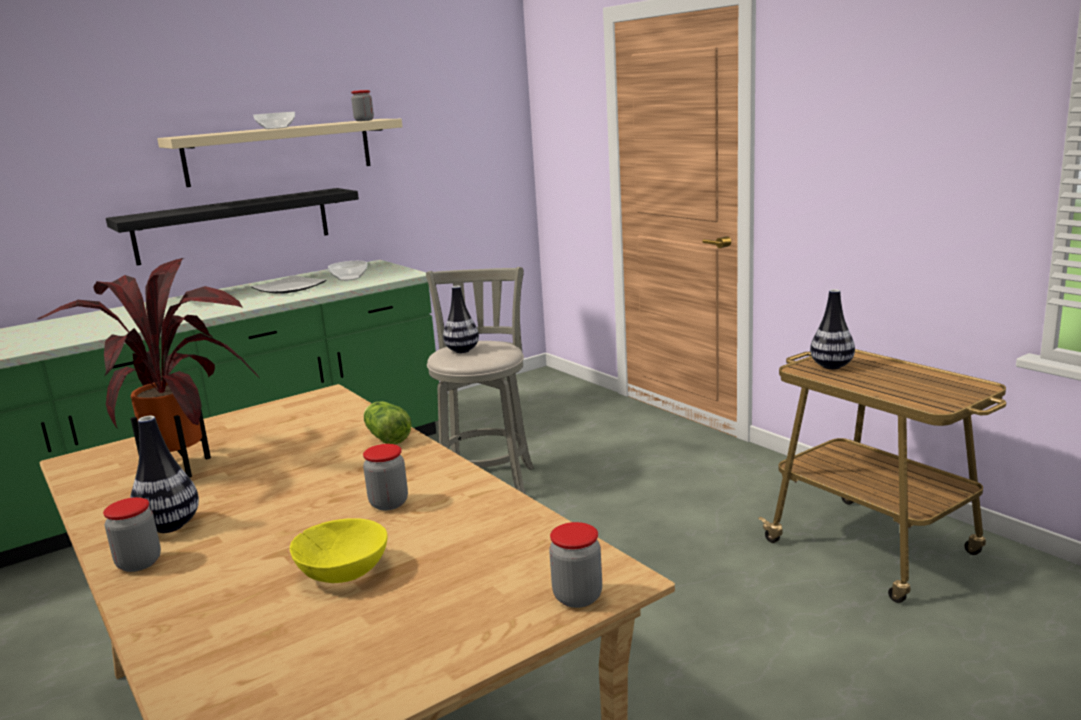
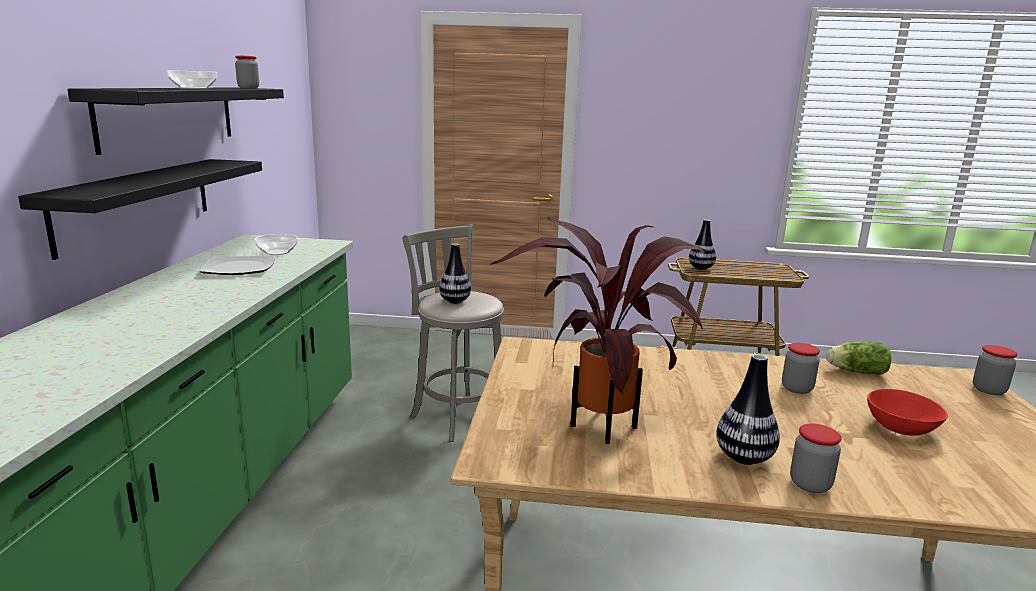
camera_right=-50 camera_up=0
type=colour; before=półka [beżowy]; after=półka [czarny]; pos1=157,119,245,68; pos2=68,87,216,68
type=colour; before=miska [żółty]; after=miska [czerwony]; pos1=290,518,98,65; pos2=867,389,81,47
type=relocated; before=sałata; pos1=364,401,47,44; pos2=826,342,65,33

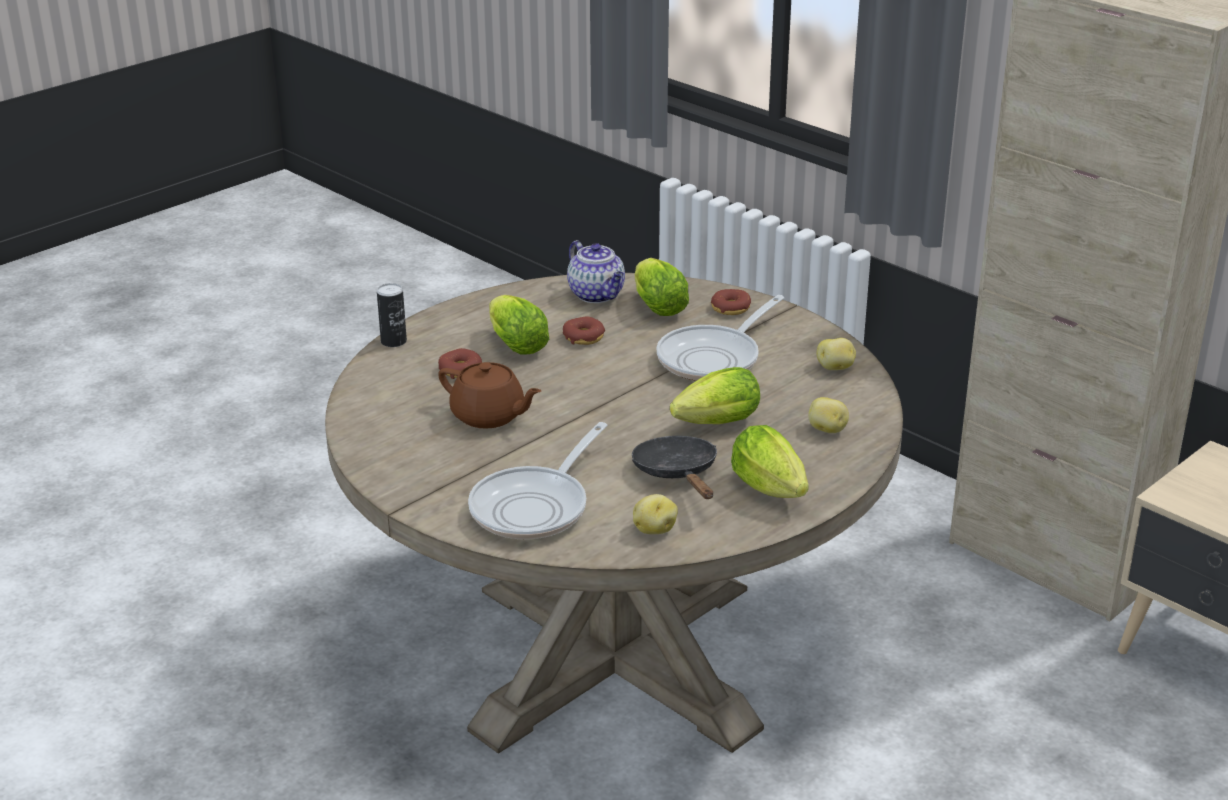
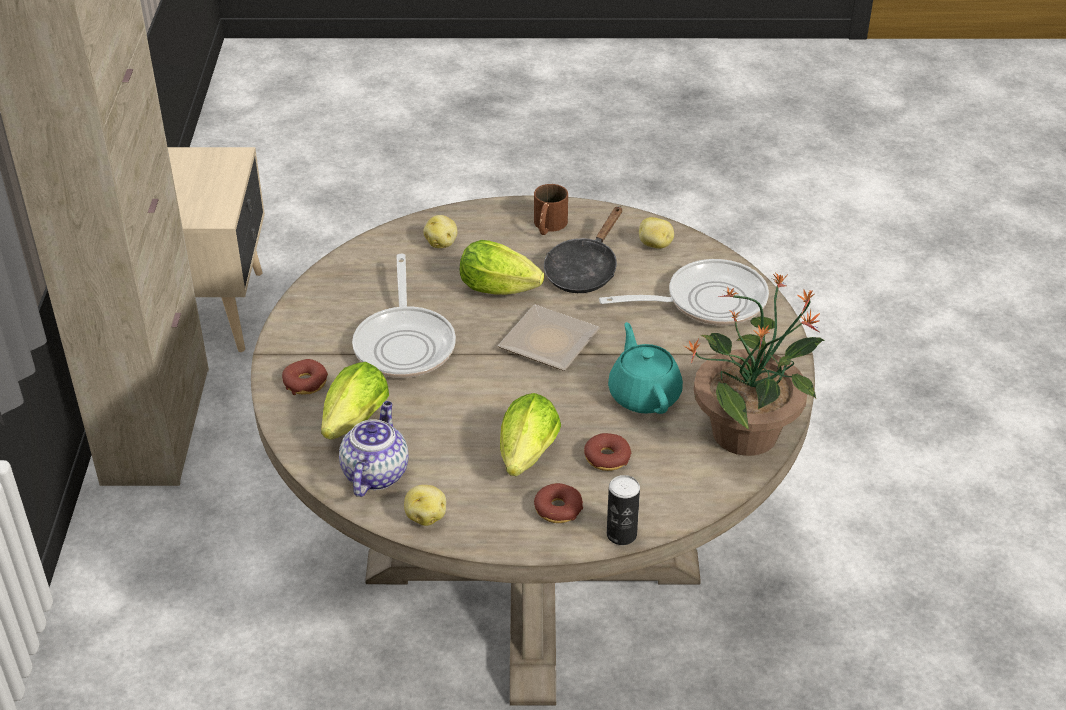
camera_right=-135 camera_up=10
type=colour; before=imbryk [brązowy]; after=imbryk [turkusowy]; pos1=438,362,104,67; pos2=608,322,75,92
type=relocated; before=donut; pos1=563,317,42,28; pos2=534,483,49,40
type=spun; before=patelnia; pos1=657,295,127,86; pos2=352,254,104,124; turn=90
type=exchanged; before=sałata; after=kubek [brązowy]; pos1=731,425,78,73; pos2=534,184,34,51
type=relocated; before=ziemniak; pos1=817,338,39,32; pos2=404,485,42,41
type=appeared; after=talerz; pos2=498,305,102,66
type=appeared; after=roślina doniczkowa; pos2=684,272,141,184

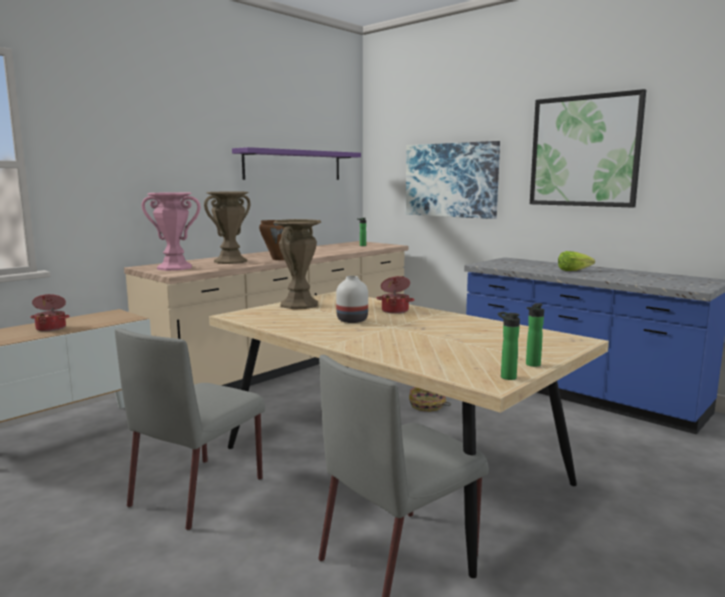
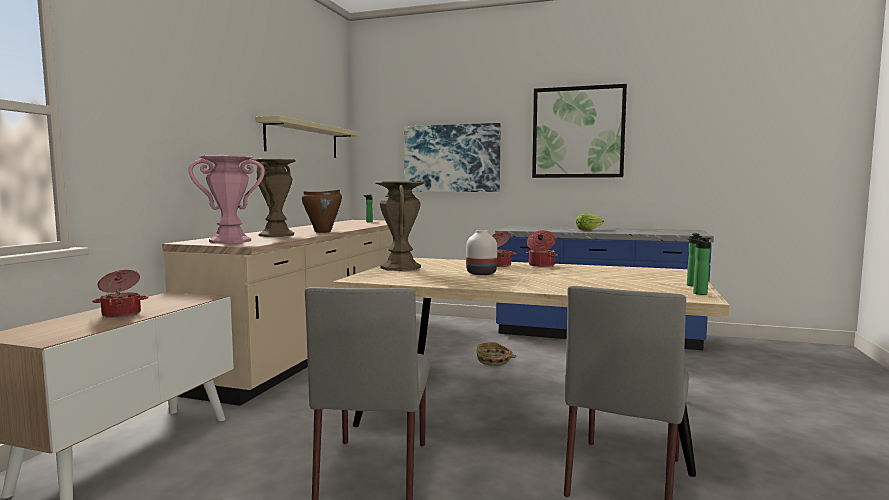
camera_right=-25 camera_up=-5
type=colour; before=półka [fioletowy]; after=półka [beżowy]; pos1=232,147,129,33; pos2=255,116,105,42
type=appeared; after=garnek; pos2=526,230,32,37

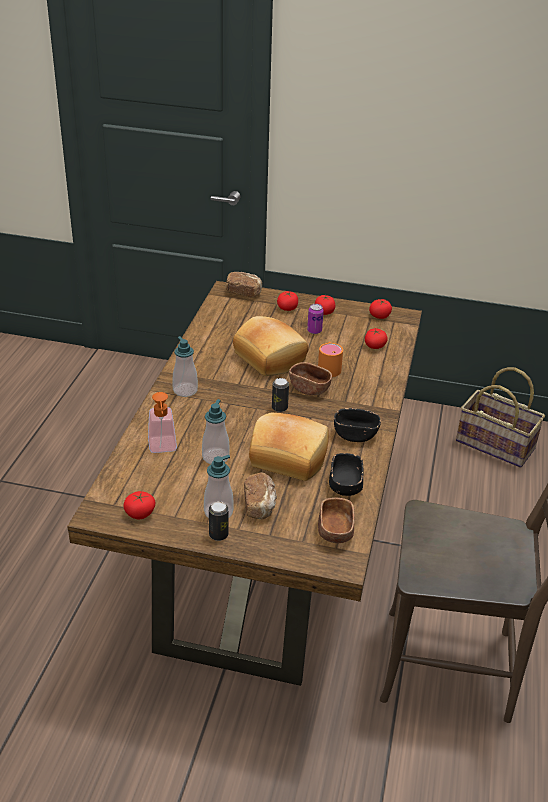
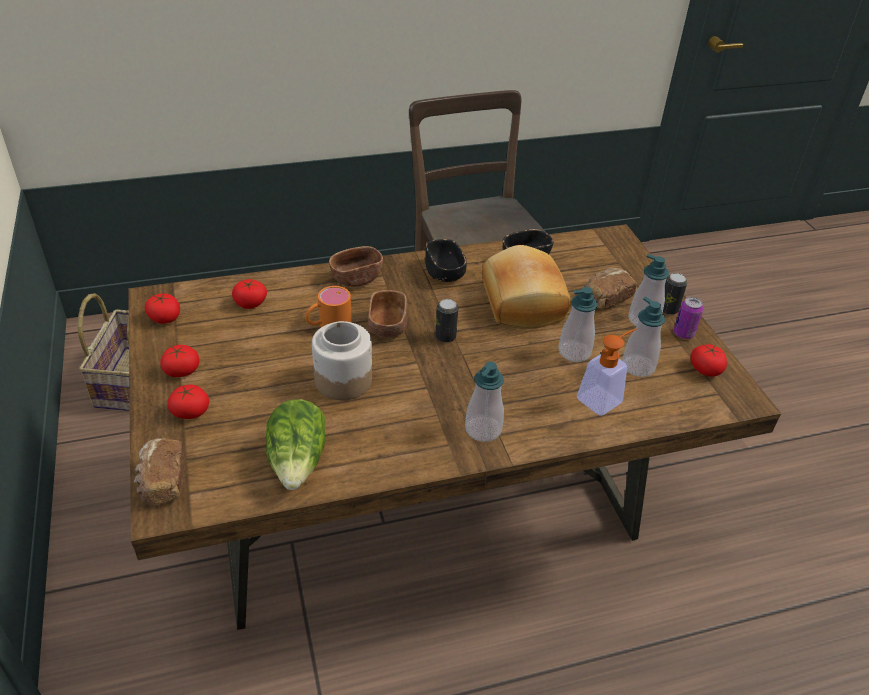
camera_right=-120 camera_up=5
type=exchanged; before=chleb; after=słoik; pos1=233,316,75,60; pos2=312,321,60,79
type=relocated; before=puszka; pos1=307,304,17,30; pos2=674,297,29,42
type=relocated; before=miska [brązowy]; pos1=318,498,37,45; pos2=329,246,54,41
type=appeared; after=sałata; pos2=266,399,60,91
type=appeared; after=dozownik mydła; pos2=622,297,43,80

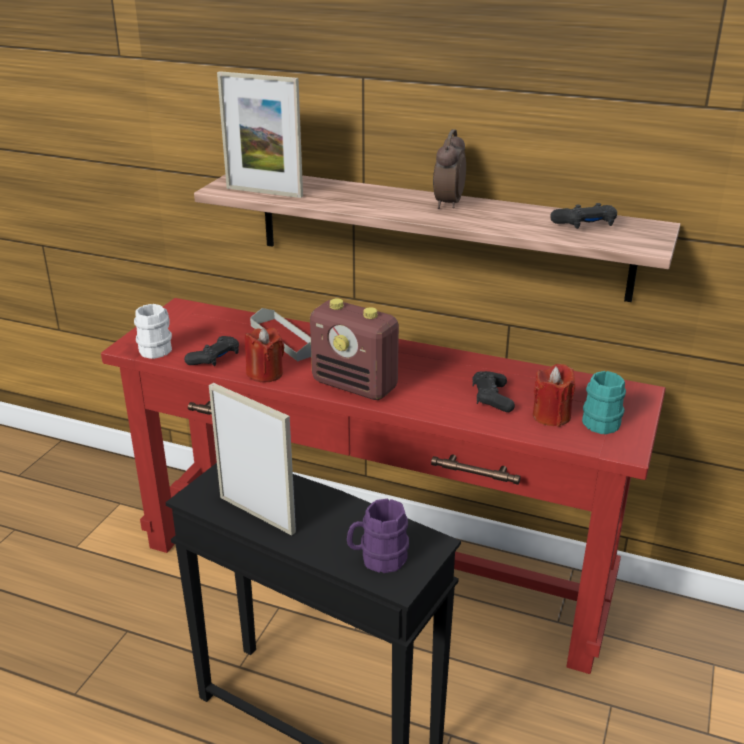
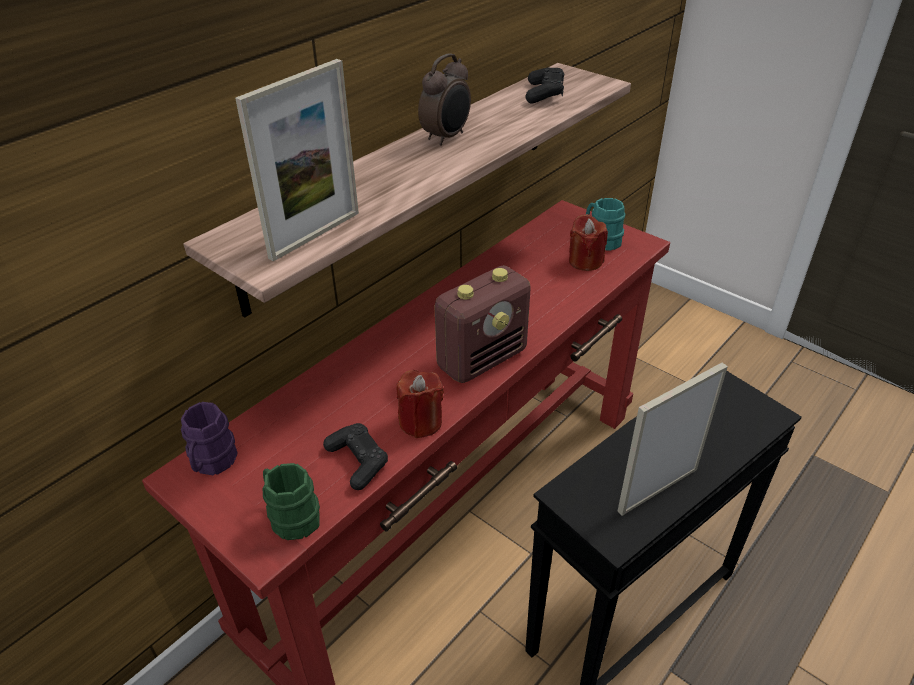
camera_right=-70 camera_up=10
type=colour; before=kubek [biały]; after=kubek [zielony]; pos1=134,304,38,55; pos2=263,463,57,77
type=missing; before=taca [szary]; pos1=250,308,61,53
type=relocated; before=kubek [fioletowy]; pos1=347,499,62,74; pos2=181,402,56,73
type=spun; before=budzik; pos1=433,129,33,80; pos2=418,53,53,93; turn=-90
type=missing; before=pad do gier [czarny]; pos1=472,371,43,41

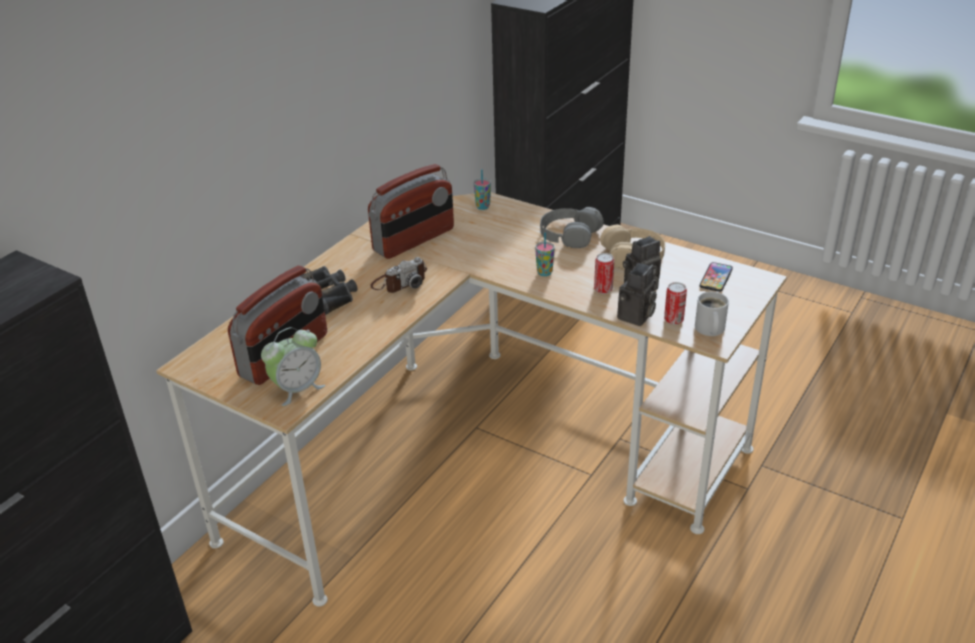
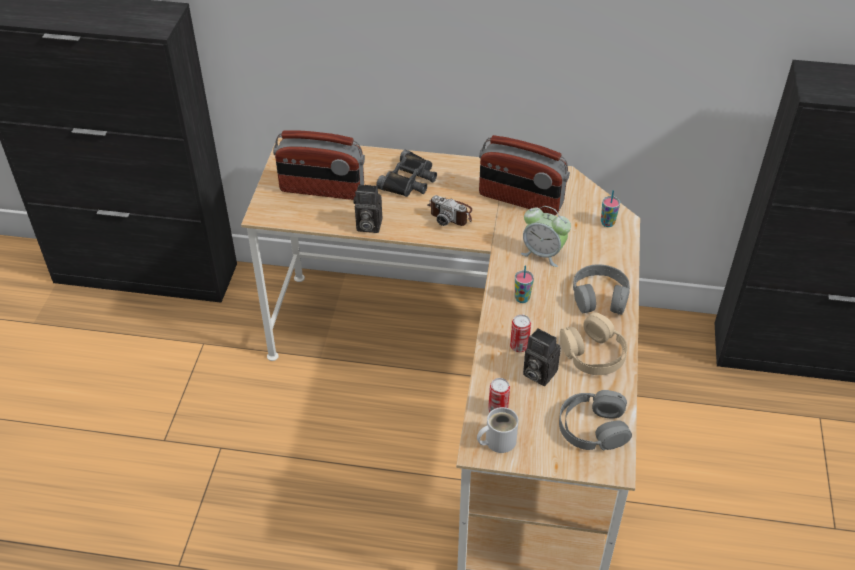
camera_right=65 camera_up=10
type=relocated; before=budzik; pos1=261,327,64,79; pos2=521,206,50,61
type=relocated; before=aparat fotograficzny; pos1=617,263,40,63; pos2=354,184,28,49
type=exchanged; before=telefon; after=słuchawki [szary]; pos1=700,262,33,30; pos2=559,390,73,61

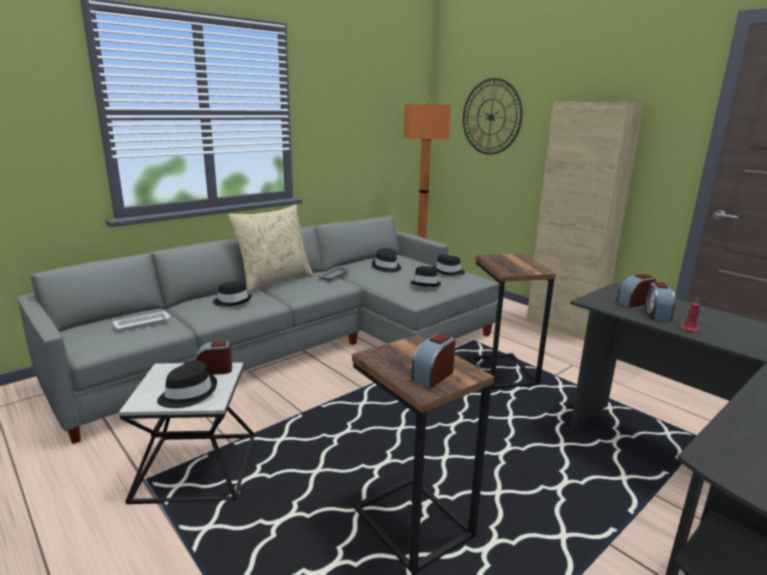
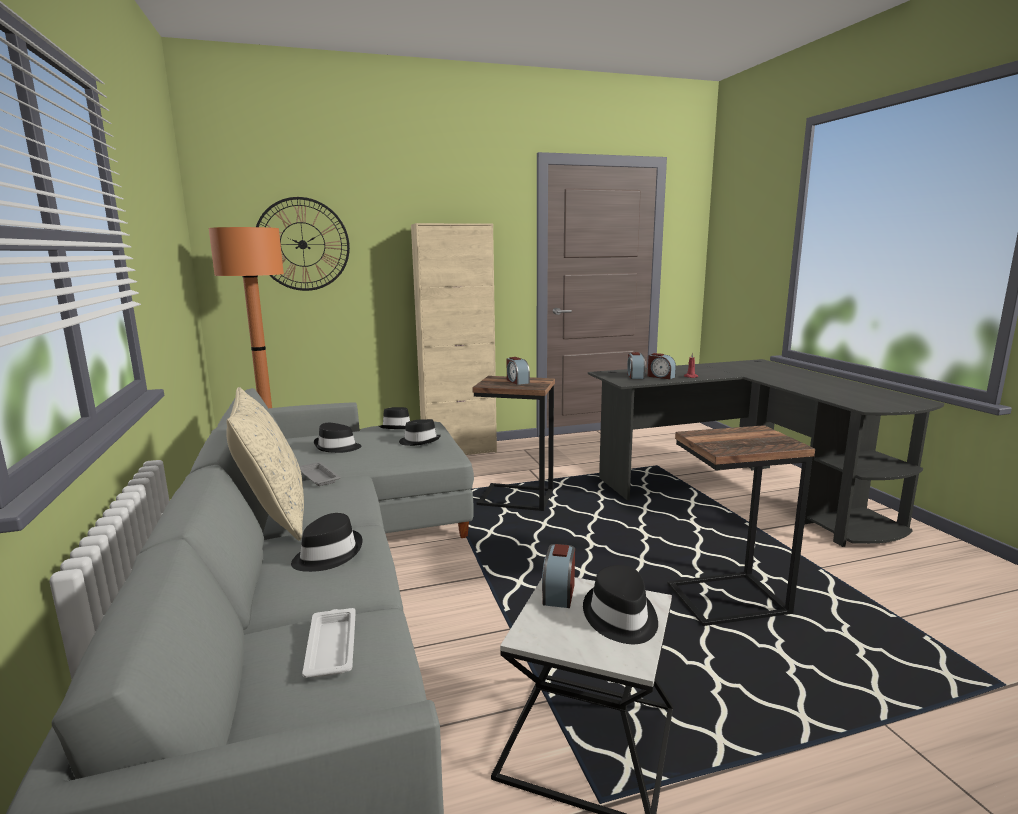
camera_right=-65 camera_up=-5
type=relocated; before=budzik; pos1=411,333,45,55; pos2=507,357,23,28

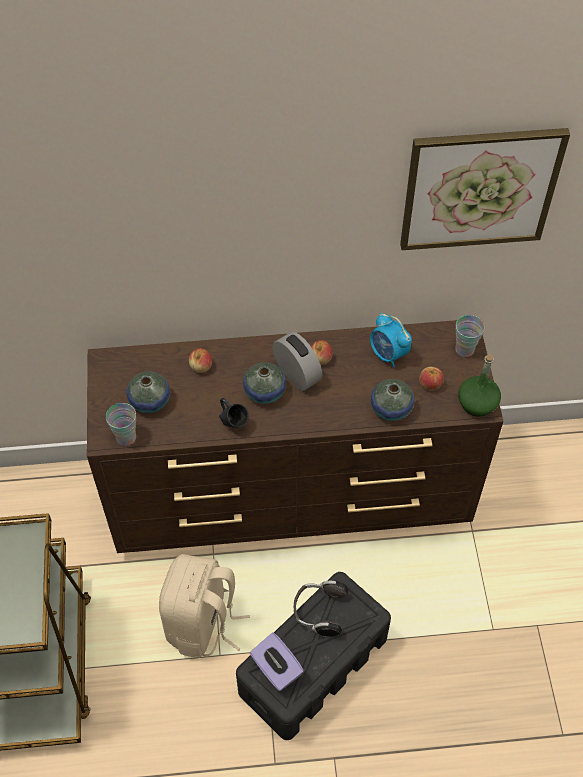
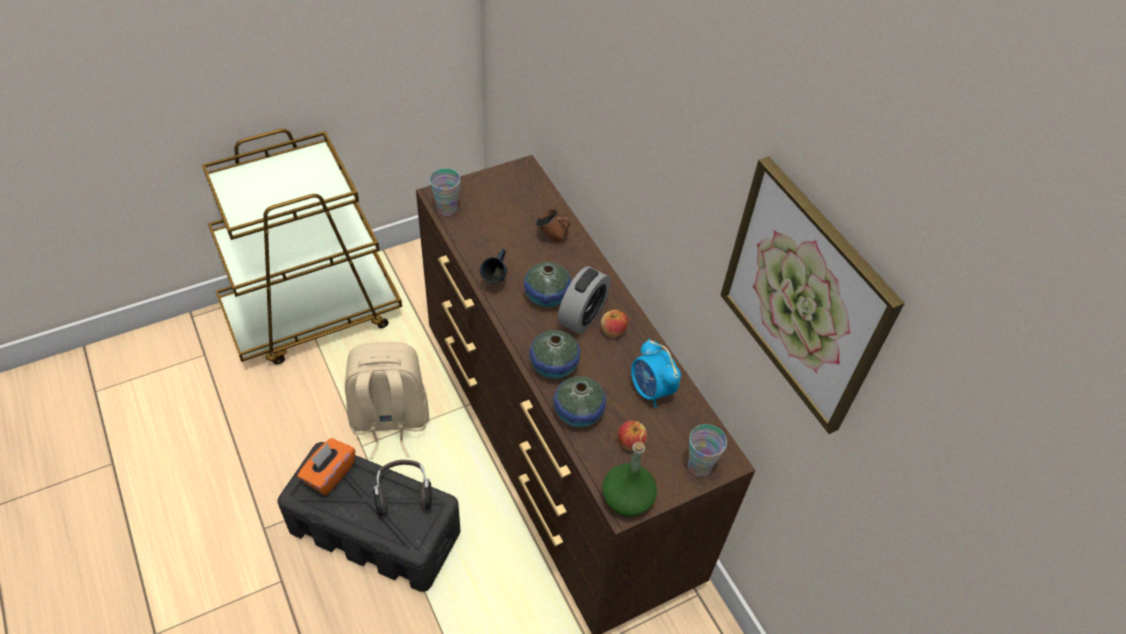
camera_right=65 camera_up=-5
type=relocated; before=wazon; pos1=126,372,44,41; pos2=529,330,51,49
type=exchanged; before=jabłko; after=kubek [brązowy]; pos1=189,348,23,25; pos2=536,209,35,33
type=colour; before=pudełko chusteczek [fioletowy]; after=pudełko chusteczek [pomarańczowy]; pos1=250,633,54,58; pos2=297,438,58,57
type=spun; before=budzik; pos1=370,313,42,55; pos2=631,339,50,69; turn=-60

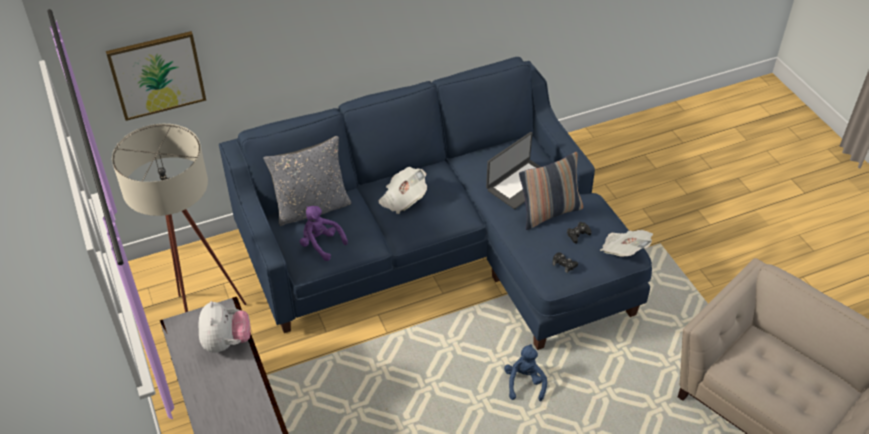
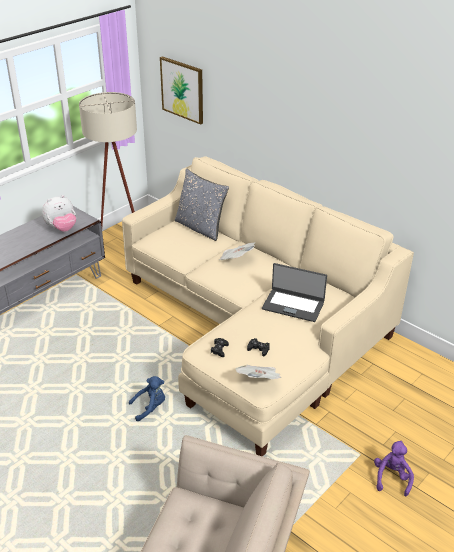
camera_right=65 camera_up=-10
type=colour; before=kanapa [niebieski]; after=kanapa [beżowy]; pos1=219,57,433,293; pos2=122,156,292,301
type=relocated; before=pluszak [fioletowy]; pos1=300,206,48,55; pos2=374,441,40,55
type=missing; before=poduszka; pos1=519,152,64,78

